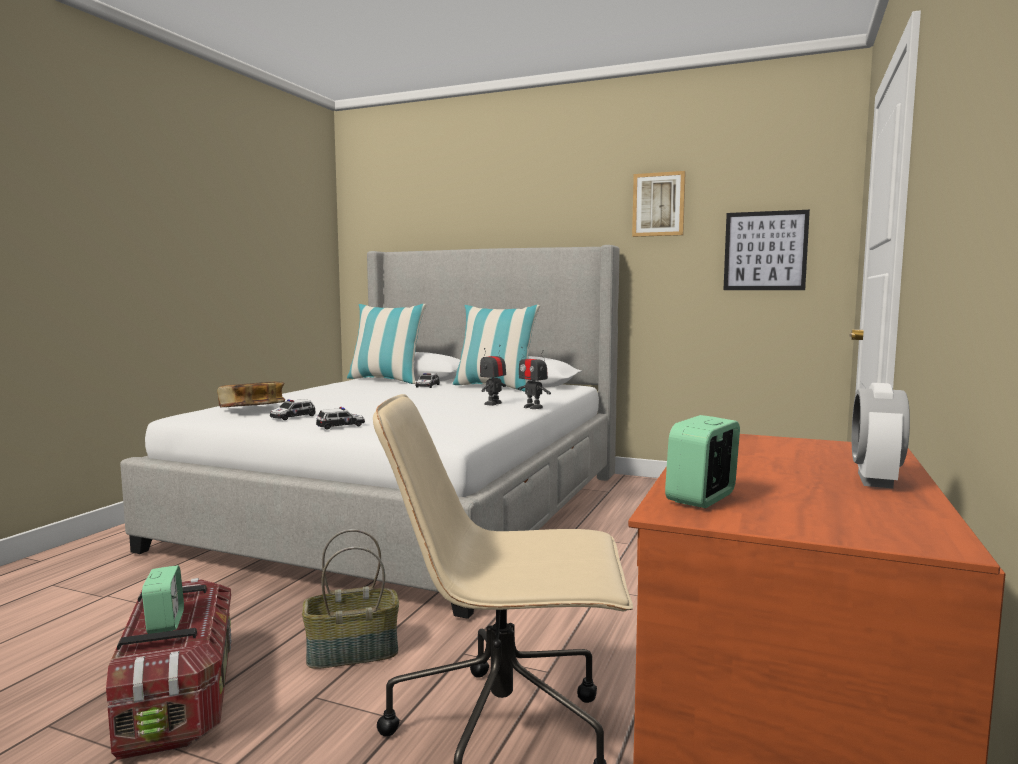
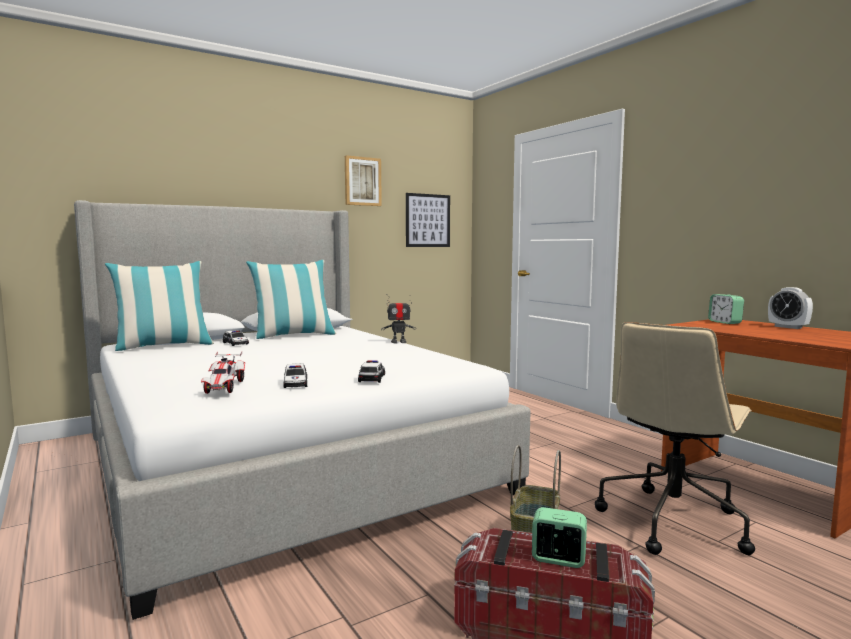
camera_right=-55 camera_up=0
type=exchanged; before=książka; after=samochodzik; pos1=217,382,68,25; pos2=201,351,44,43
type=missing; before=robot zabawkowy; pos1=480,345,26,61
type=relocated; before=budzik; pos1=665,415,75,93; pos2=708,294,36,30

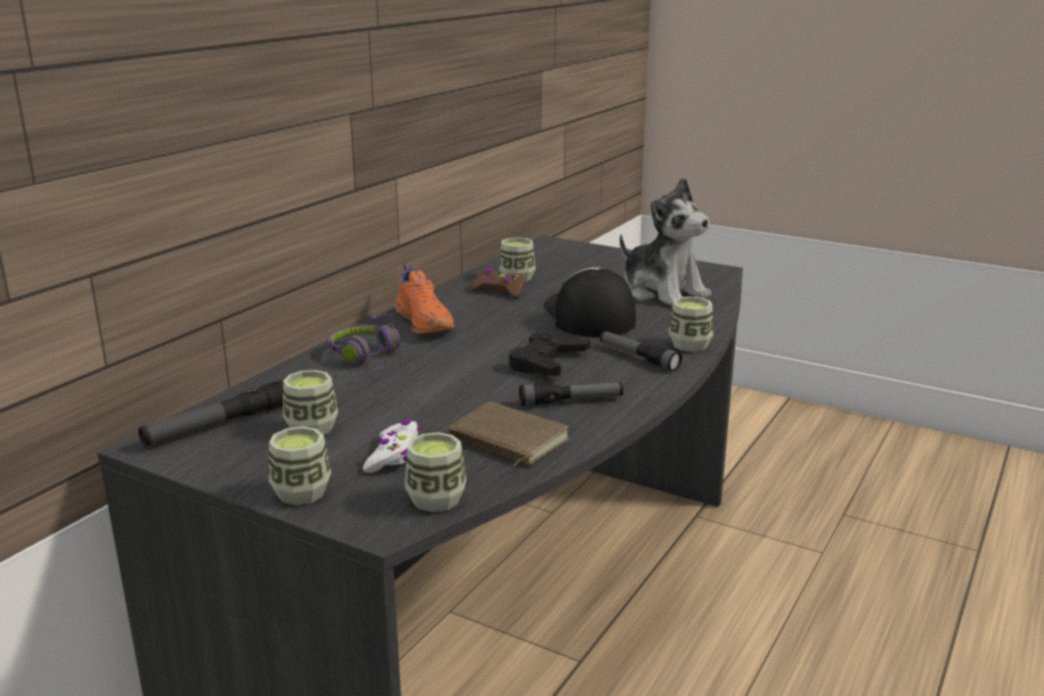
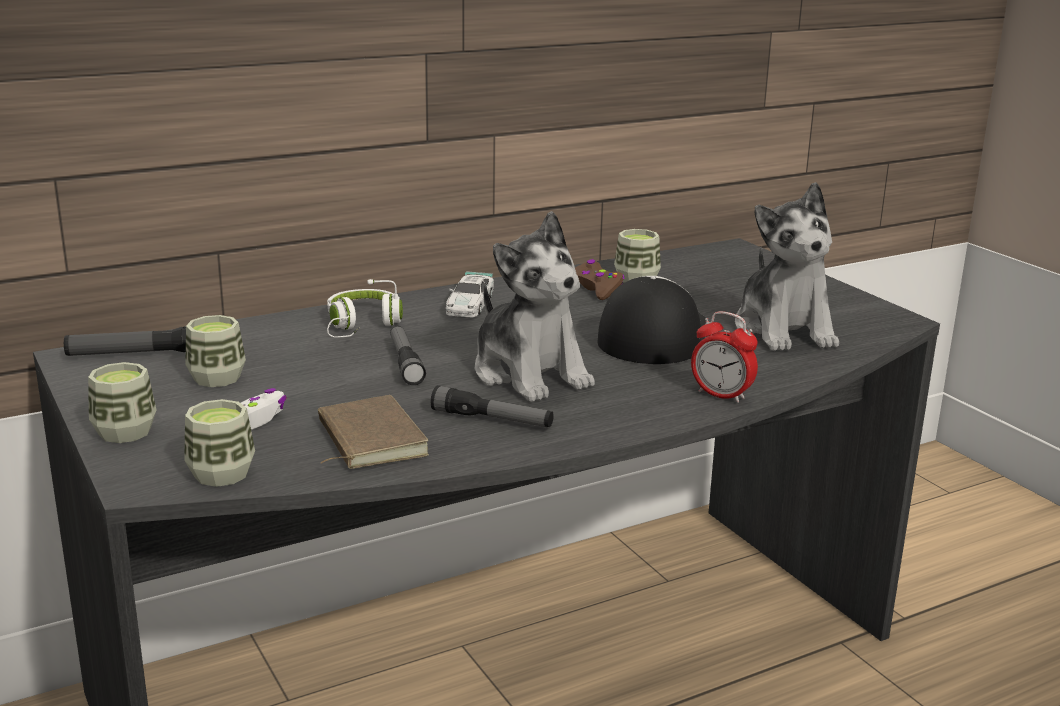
camera_right=30 camera_up=0
type=colour; before=słuchawki [fioletowy]; after=słuchawki [biały]; pos1=328,313,72,58; pos2=327,279,76,59
type=exchanged; before=but [pomarańczowy]; after=samochodzik; pos1=395,264,60,70; pos2=446,271,48,46
type=exchanged; before=pad do gier [czarny]; after=pluszak; pos1=509,332,82,44; pos2=474,211,121,191
type=relocated; before=latarka; pos1=600,331,82,40; pos2=390,326,36,59
type=exchanged; before=filiżanka; after=budzik; pos1=668,296,45,56; pos2=691,311,67,92

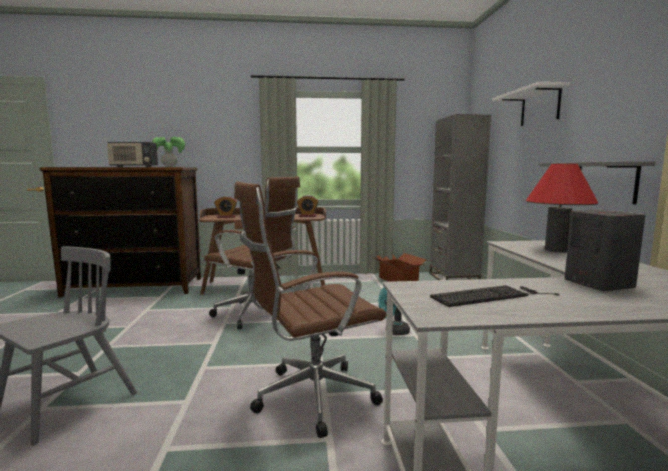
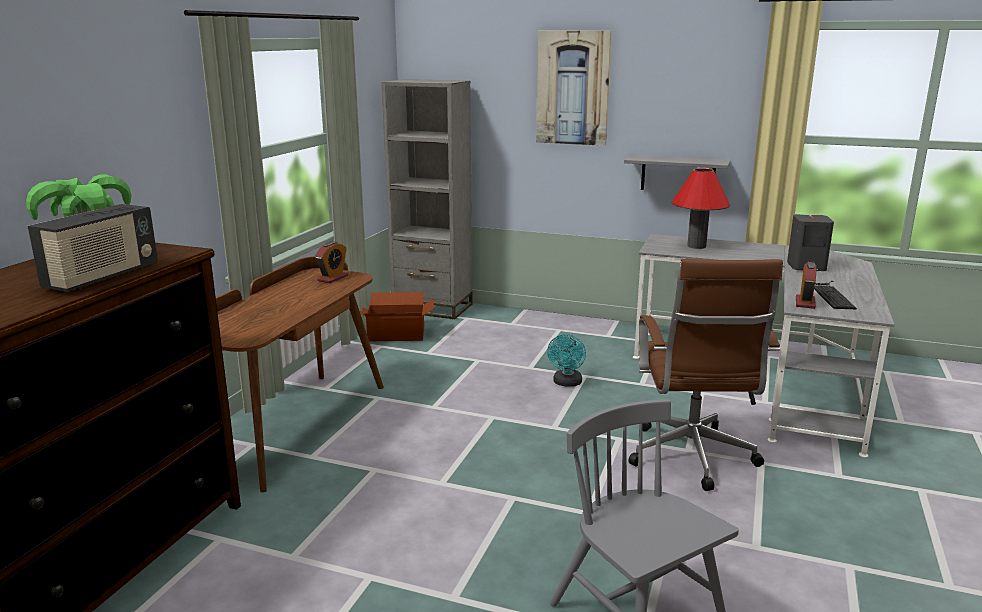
camera_right=-65 camera_up=10
type=missing; before=krzesło biurowe [brązowy]; pos1=204,177,96,152
type=relocated; before=budzik; pos1=214,196,23,22; pos2=796,262,20,47
type=exchanged; before=półka [biały]; after=obraz; pos1=492,82,78,44; pos2=536,31,76,115

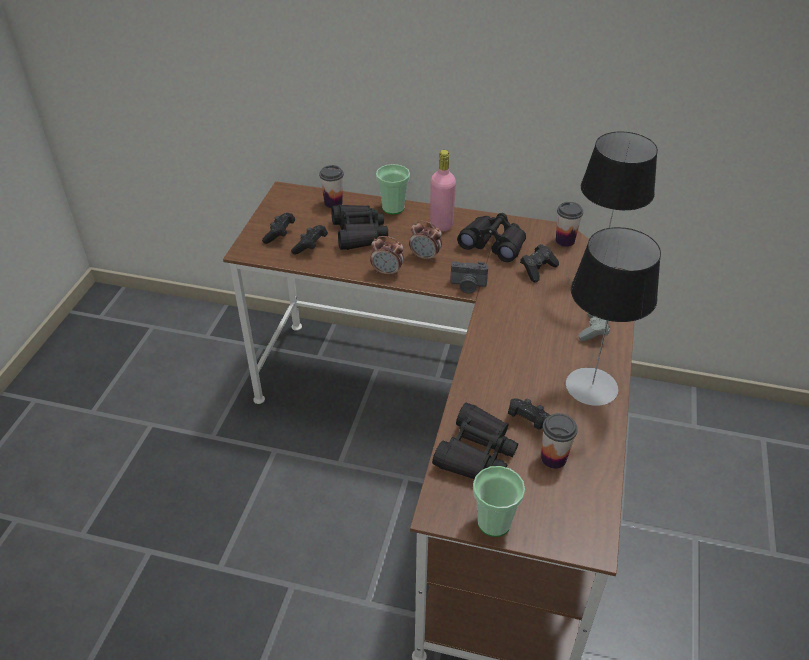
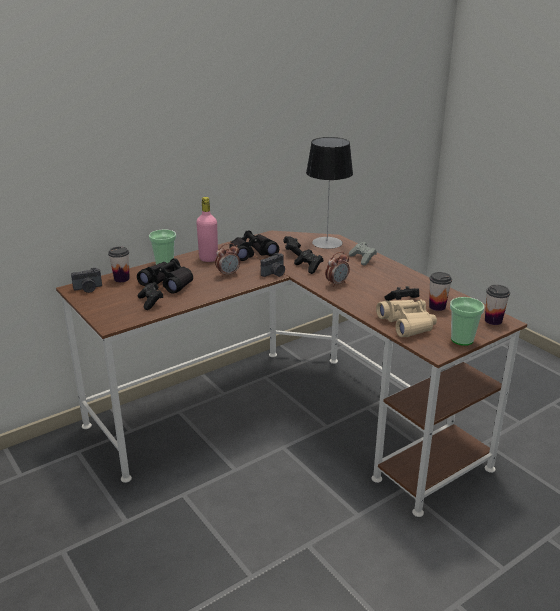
camera_right=-50 camera_up=-15
type=relocated; before=pad do gier [czarny]; pos1=262,213,33,31; pos2=294,249,29,25
type=relocated; before=budzik; pos1=370,236,34,41; pos2=325,252,25,35
type=colour; before=lornetka [czarny]; after=lornetka [beżowy]; pos1=432,403,86,76; pos2=376,300,61,37
type=relocated; before=filiżanka; pos1=556,202,27,45; pos2=485,285,25,40
type=missing; before=lampa stołowa; pos1=566,227,95,179
type=appeared; after=aparat fotograficzny; pos2=71,268,31,25

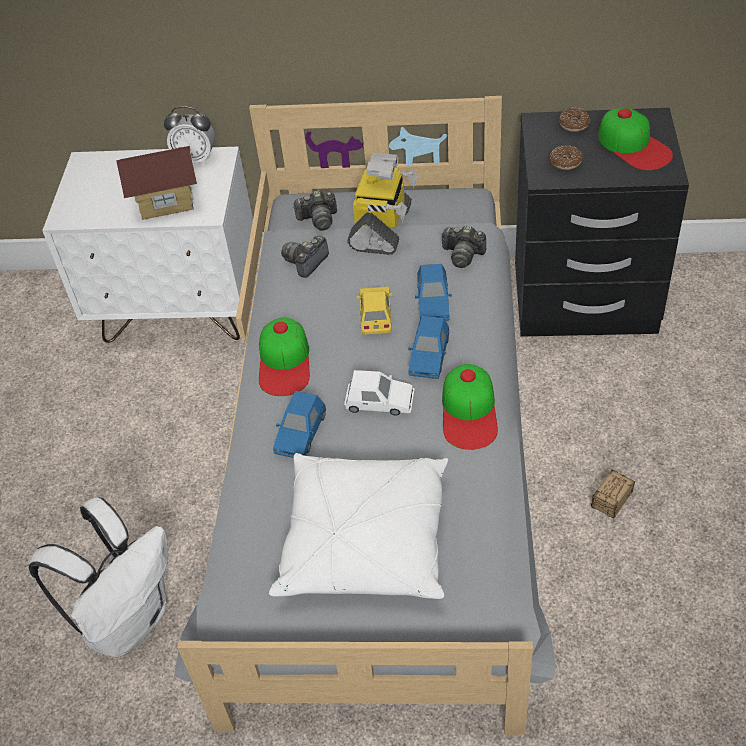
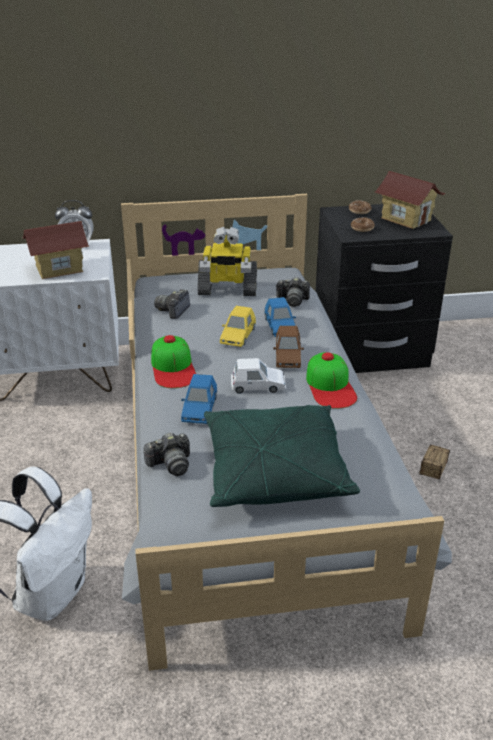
camera_right=-15 camera_up=-15
type=colour; before=poduszka [biały]; after=poduszka [zielony]; pos1=269,453,179,146; pos2=204,405,156,102
type=relocated; before=aparat fotograficzny; pos1=293,190,44,41; pos2=143,432,47,44
type=spun; before=robot zabawkowy; pos1=347,153,71,102; pos2=198,227,59,69; turn=90
type=spun; before=samochodzik [żółty]; pos1=357,286,36,48; pos2=220,306,36,41; turn=-150
type=colour; before=samochodzik [niebieski]; after=samochodzik [brązowy]; pos1=408,316,41,63; pos2=273,326,31,42
type=exchanged; before=czapka z daszkiem; after=domek; pos1=598,108,75,62; pos2=375,171,71,58

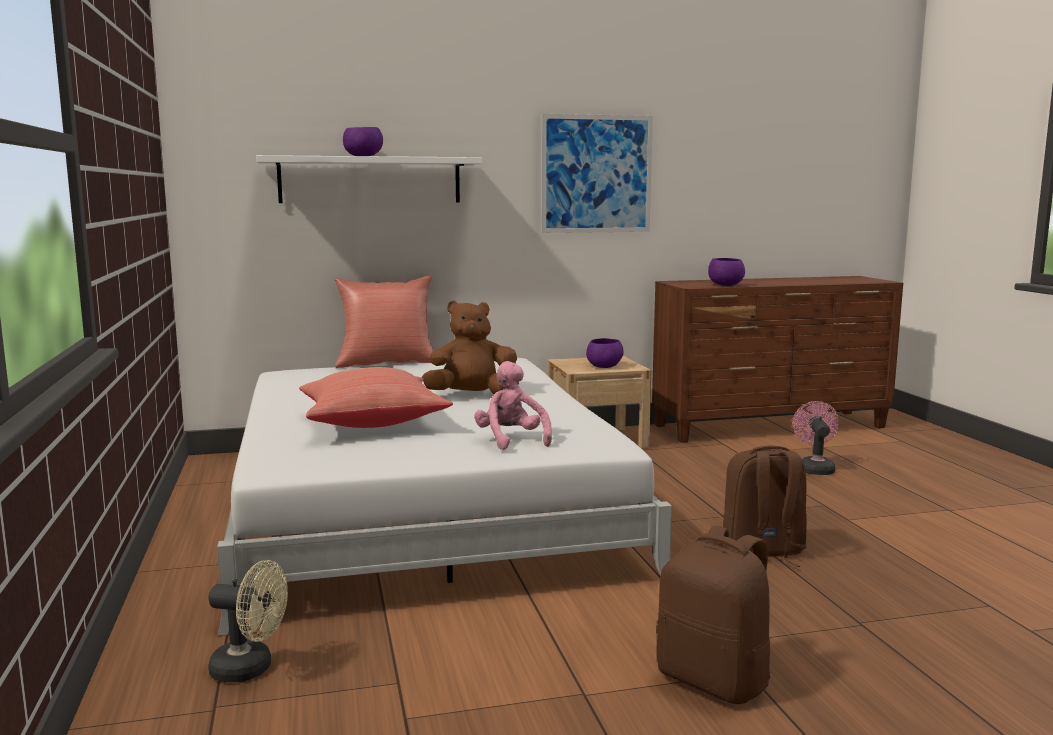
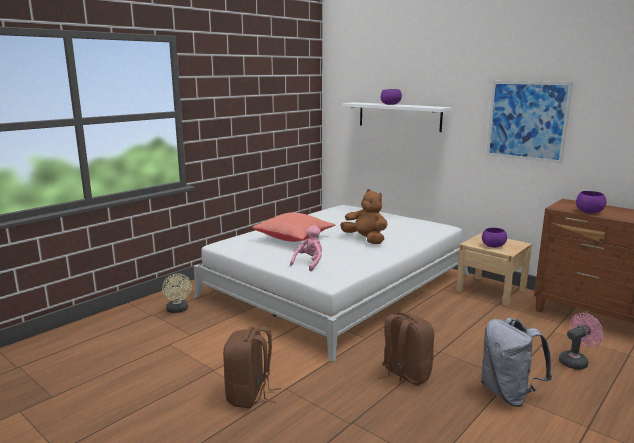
camera_right=55 camera_up=5
type=missing; before=poduszka [czerwony]; pos1=335,275,99,93
type=appeared; after=plecak [szary]; pos2=481,318,71,89

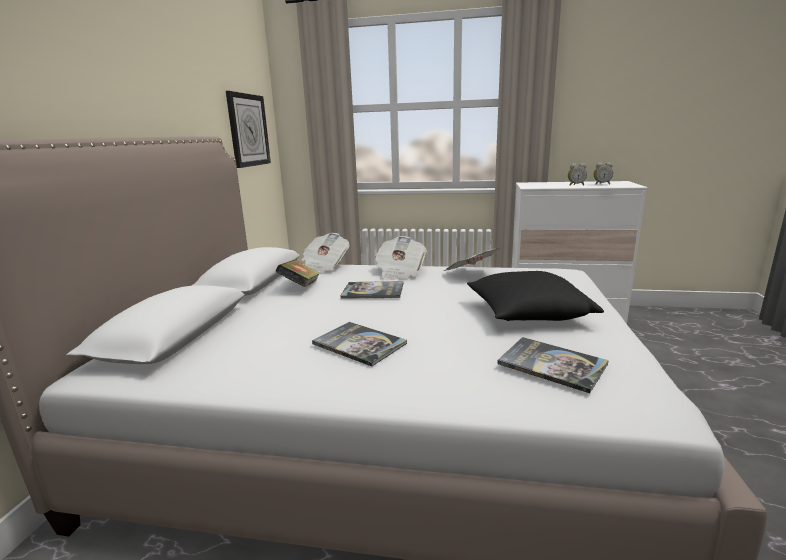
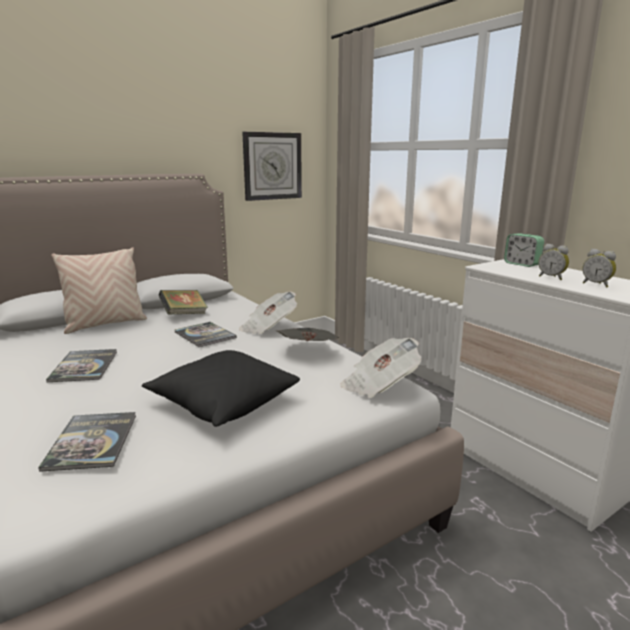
camera_right=45 camera_up=0
type=relocated; before=gazeta; pos1=302,233,48,39; pos2=340,338,82,60
type=appeared; after=poduszka [beżowy]; pos2=51,247,96,87
type=appeared; after=budzik; pos2=504,233,40,34

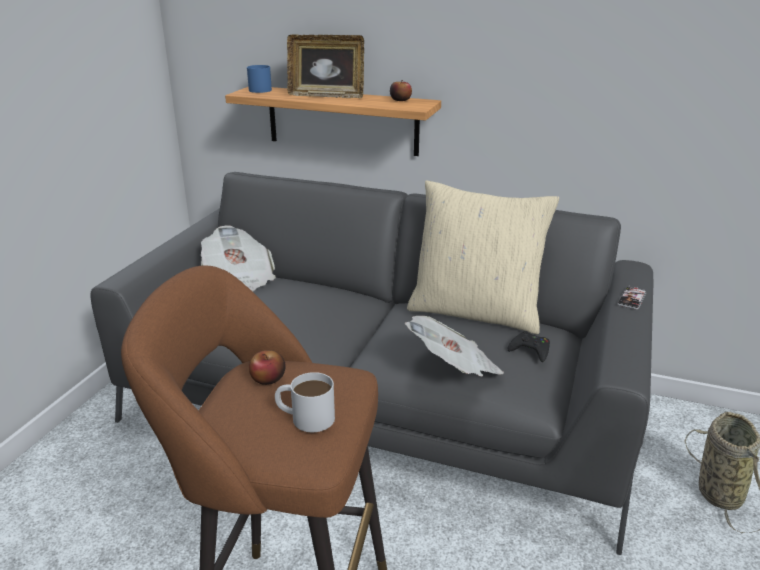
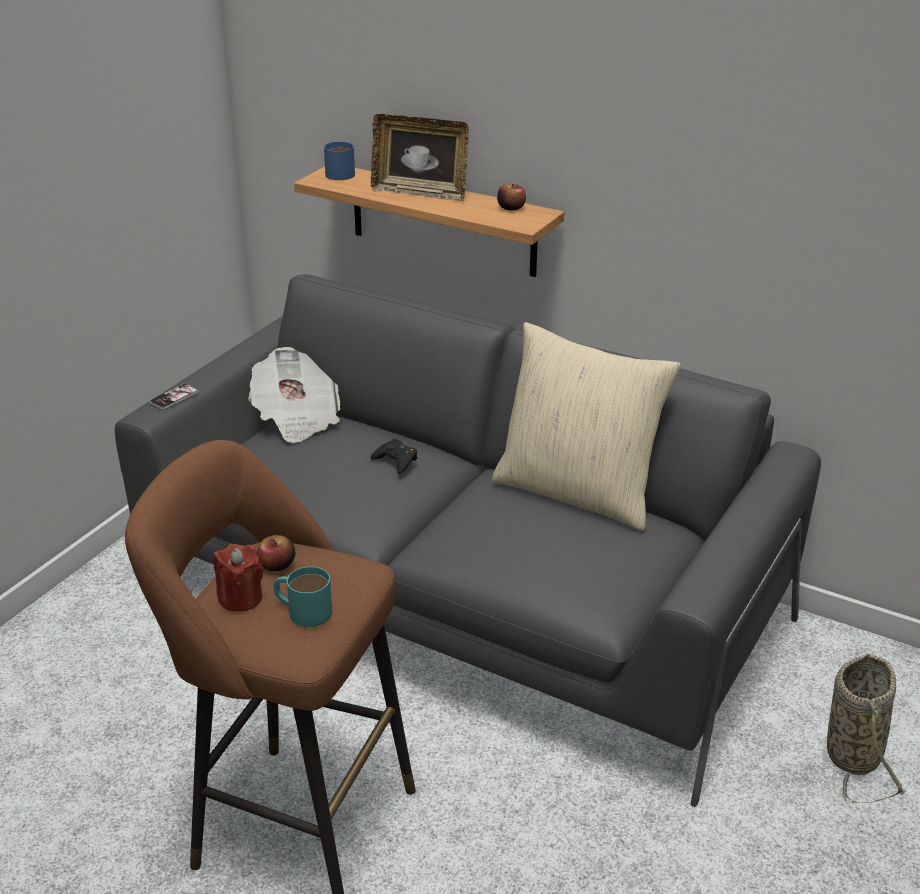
camera_right=10 camera_up=5
type=colour; before=kubek [biały]; after=kubek [turkusowy]; pos1=275,372,60,60; pos2=273,566,59,61
type=missing; before=gazeta; pos1=405,316,99,60
type=relocated; before=pad do gier [czarny]; pos1=508,331,42,31; pos2=371,439,46,35
type=relocated; before=telefon; pos1=617,286,29,24; pos2=150,383,49,27
type=appeared; after=świeca [czerwony]; pos2=214,544,49,68

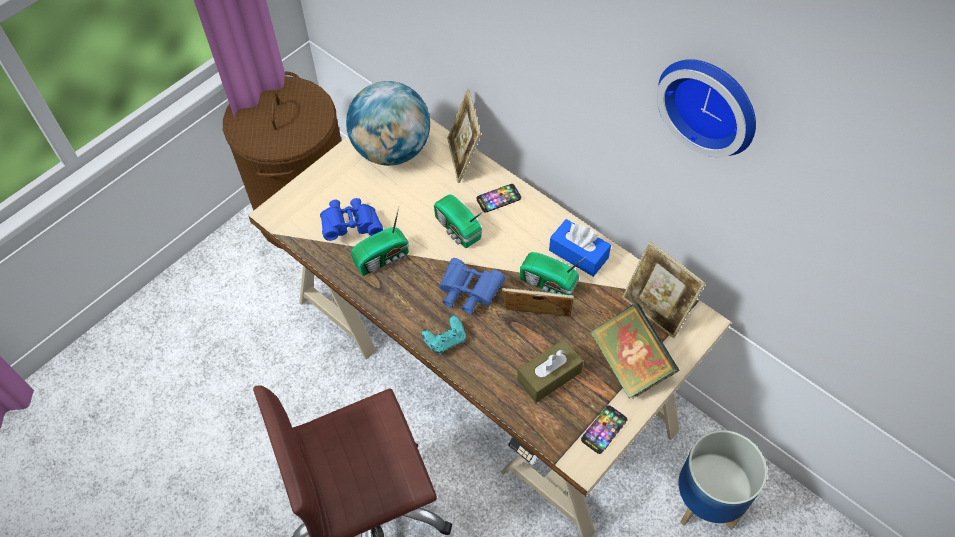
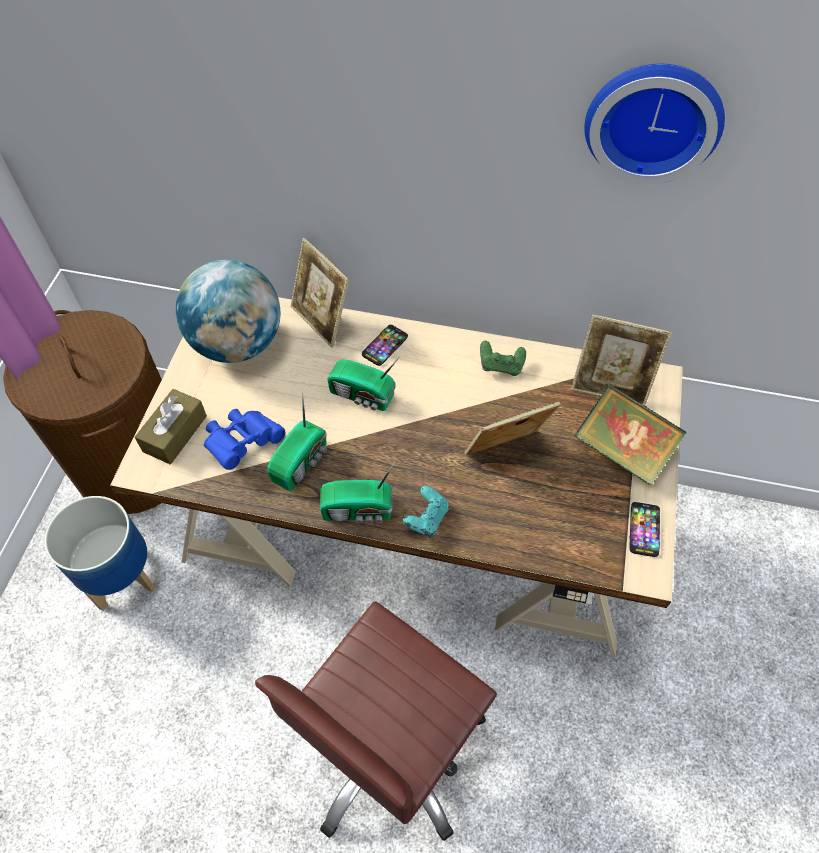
camera_right=-30 camera_up=0
type=missing; before=lornetka [niebieski]; pos1=439,258,66,56
type=relocated; before=pudełko chusteczek [brązowy]; pos1=517,339,66,64; pos2=135,389,72,75
type=relocated; before=radio; pos1=520,252,65,43; pos2=320,462,75,61
type=exchanged; before=pudełko chusteczek [niebieski]; after=pad do gier [zielony]; pos1=549,219,62,58; pos2=480,341,46,35
type=relocated; before=donica; pos1=678,430,89,100; pos2=45,496,110,115

